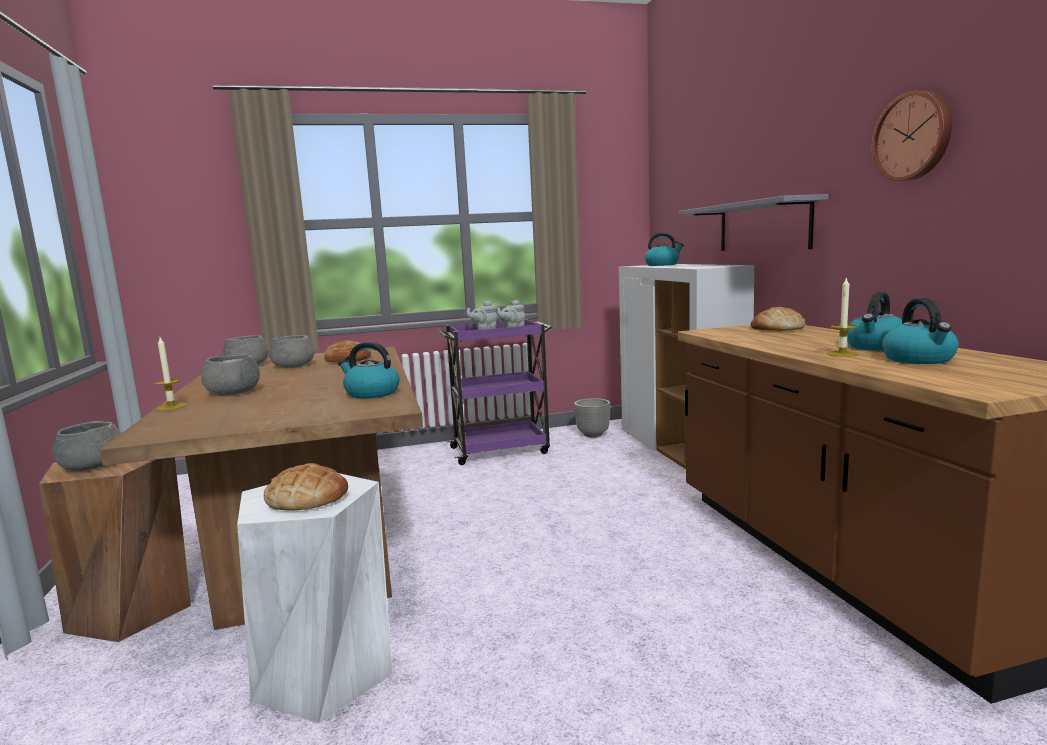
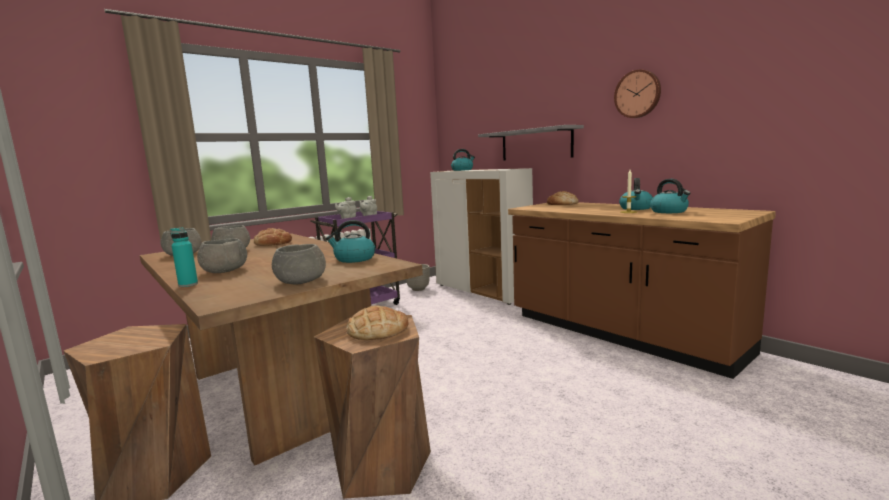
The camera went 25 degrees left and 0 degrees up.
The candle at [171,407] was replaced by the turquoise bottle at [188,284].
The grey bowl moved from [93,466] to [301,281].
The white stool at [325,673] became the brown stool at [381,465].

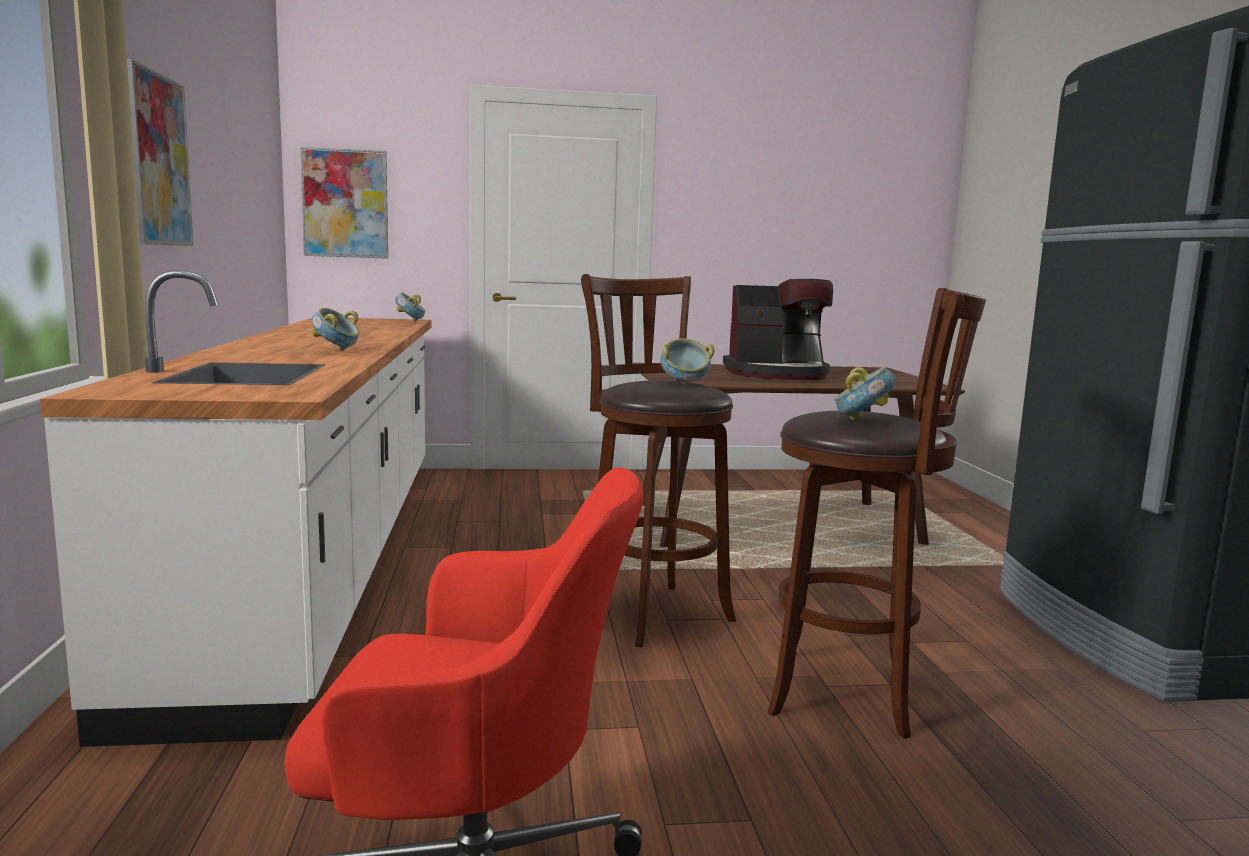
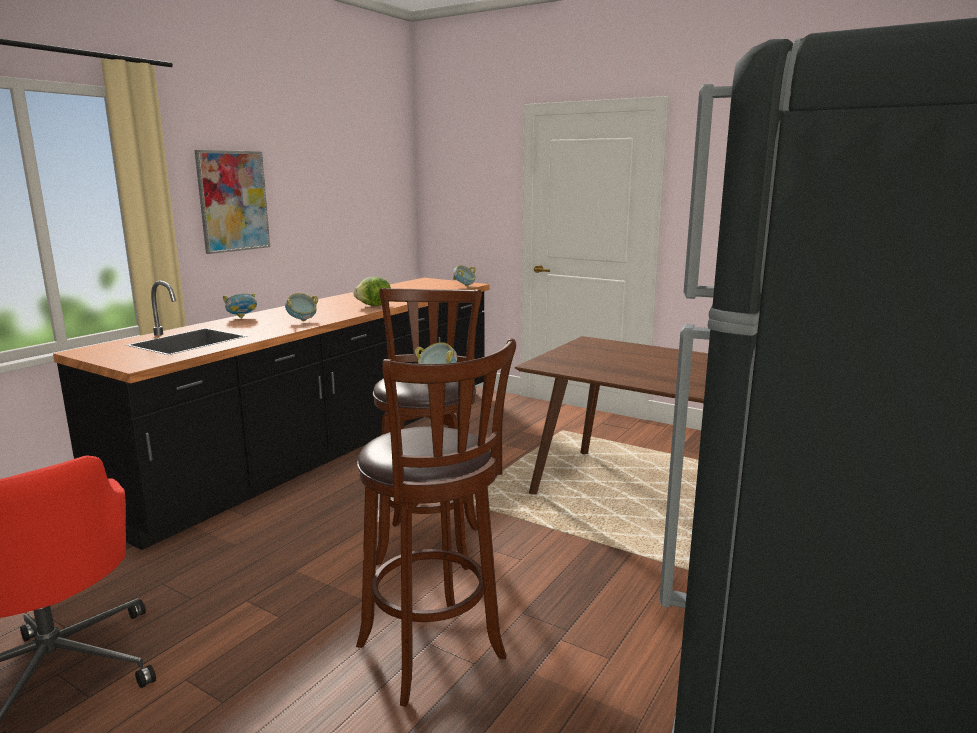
The camera went 40 degrees right and 5 degrees up.
The picture at [345,203] disappeared.
The white counter at [324,557] became the black counter at [331,445].
The coffee machine at [777,374] disappeared.
The bowl moved from [861,421] to [242,318].
The lettuce at [374,306] appeared.

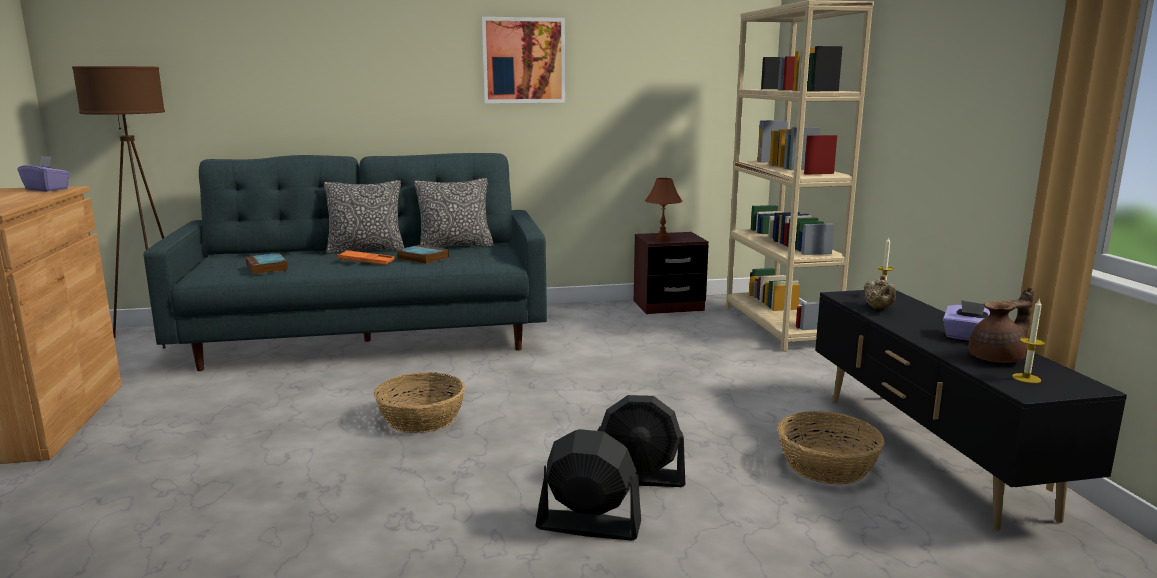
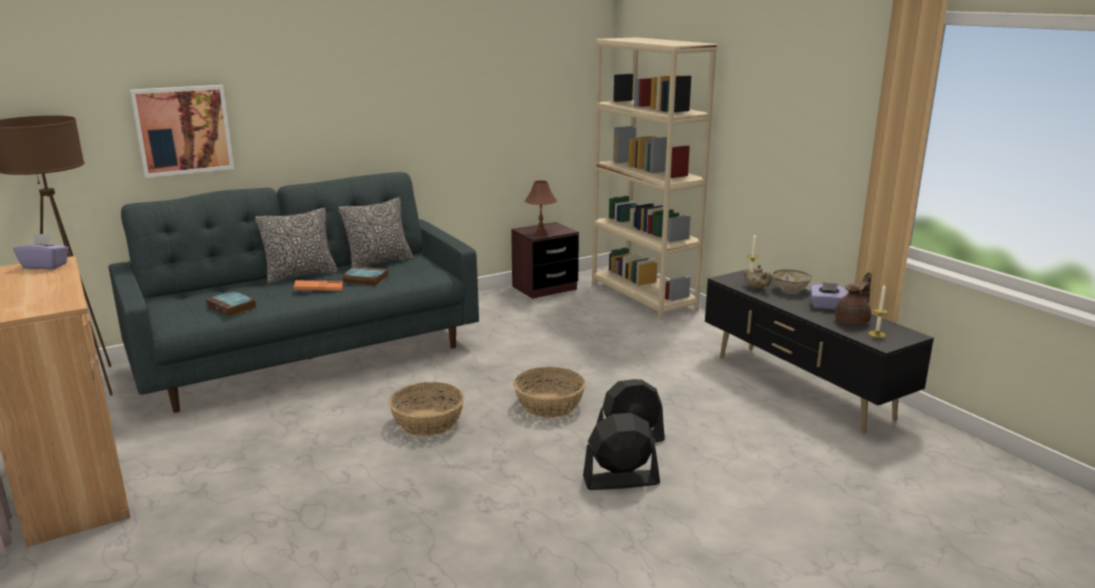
The camera went 20 degrees left and 5 degrees up.
The picture moved from [523,60] to [183,130].
The basket moved from [827,465] to [550,405].
The bowl at [790,290] appeared.

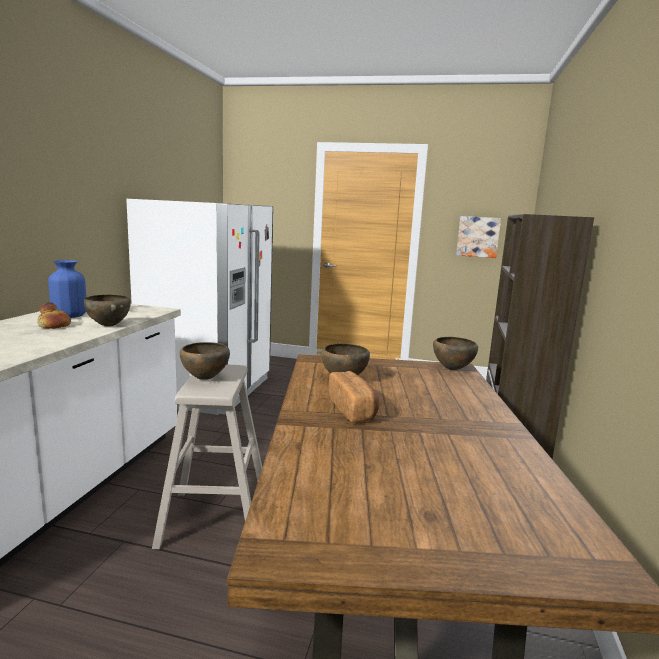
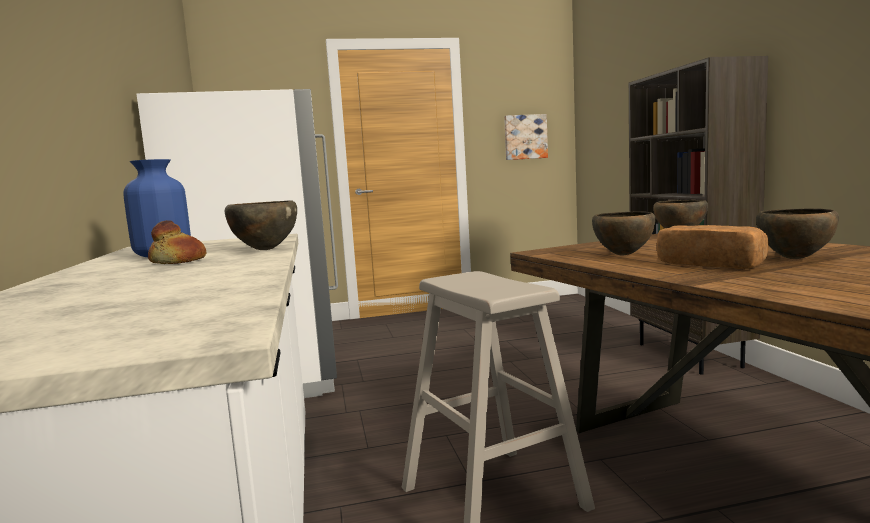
The camera went 25 degrees left and 5 degrees down.
The brown bowl moved from [204,379] to [795,258].

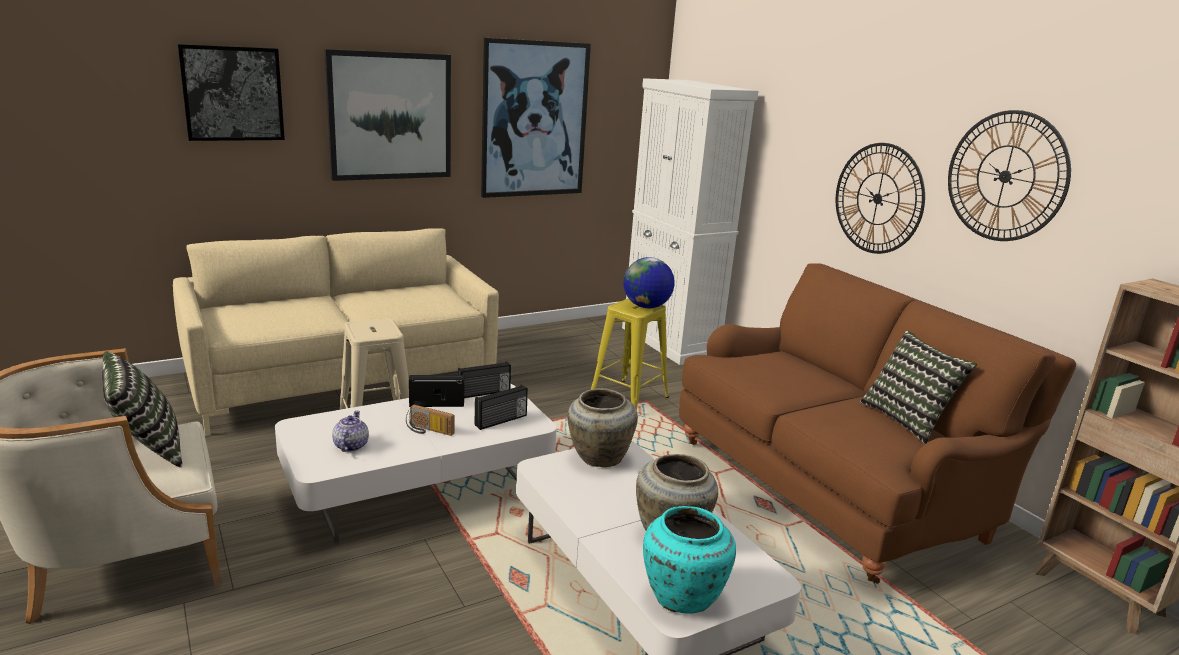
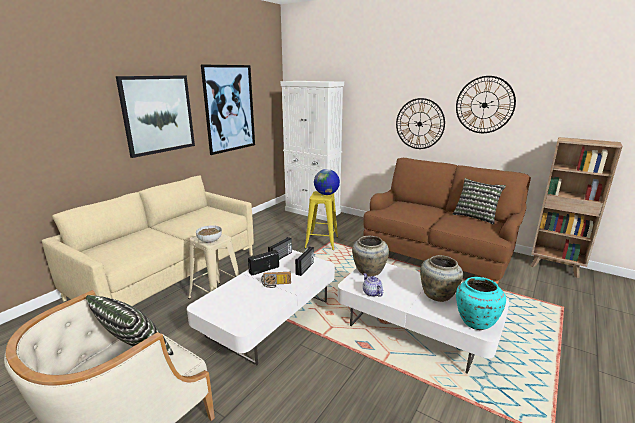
The camera went 25 degrees left and 0 degrees up.
The picture at [232,93] disappeared.
The teapot moved from [350,446] to [372,293].
The bowl at [210,241] appeared.

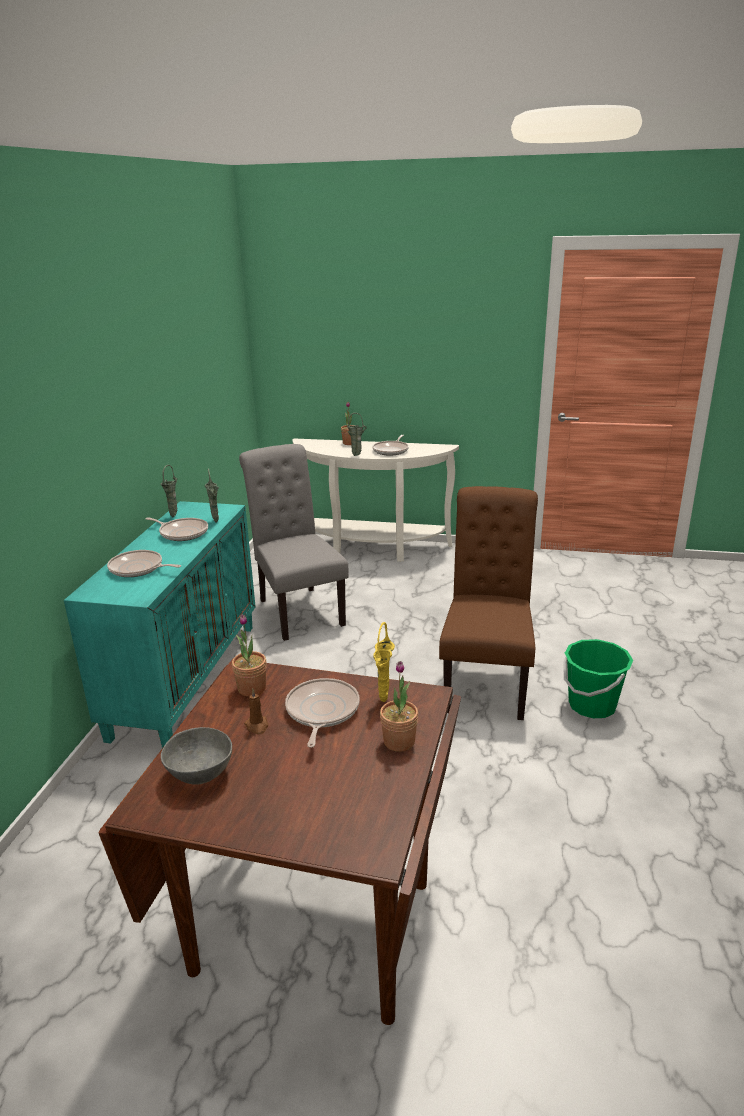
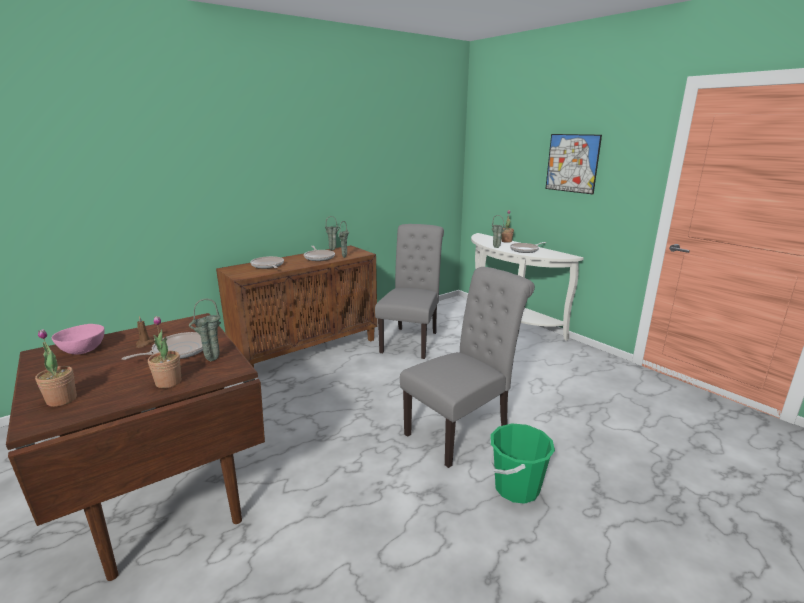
The camera went 40 degrees right and 5 degrees down.
The brown chair at [486,680] became the grey chair at [462,430].
The turquoise cabinet at [185,678] became the brown cabinet at [307,350].
The potted plant moved from [252,688] to [62,400].
The yellow vase at [384,701] became the green vase at [211,361].
The grey bowl at [200,775] became the pink bowl at [82,351].
The picture at [572,163] appeared.

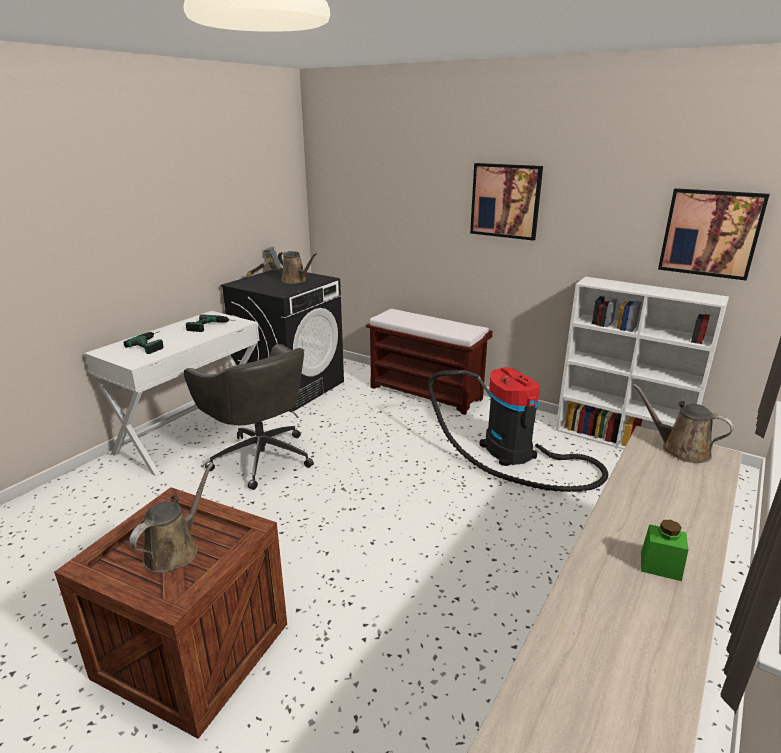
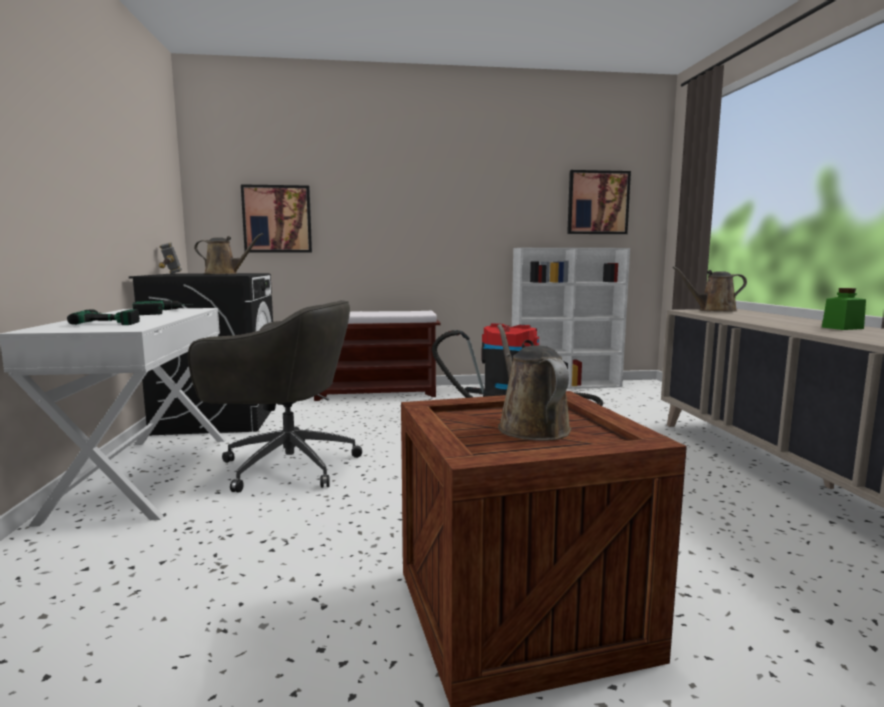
The camera went 40 degrees left and 15 degrees down.
The picture moved from [505,201] to [277,219].

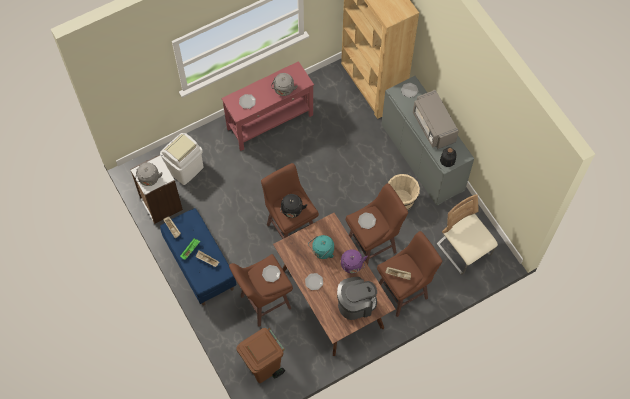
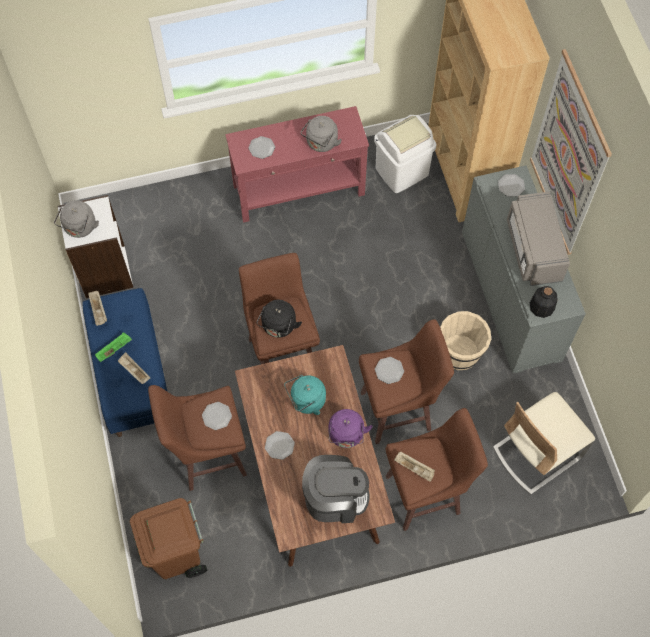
The camera went 15 degrees right and 0 degrees up.
The white trash can moved from [185,169] to [402,172].
The beige chair at [464,250] turned 105 degrees counterclockwise.
The picture at [568,156] appeared.

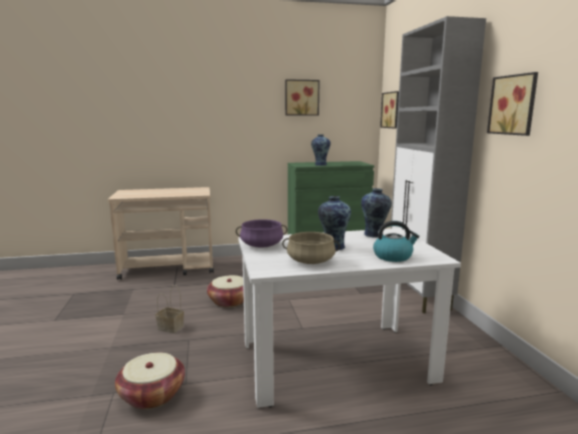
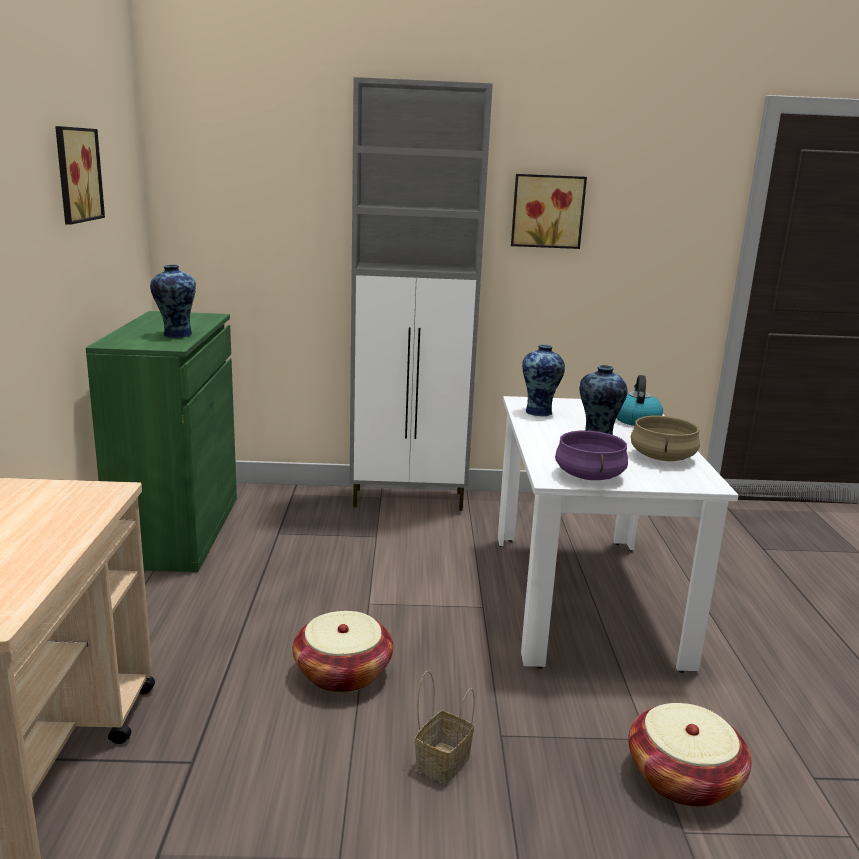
The camera went 80 degrees left and 5 degrees up.
The picture at [391,110] disappeared.

